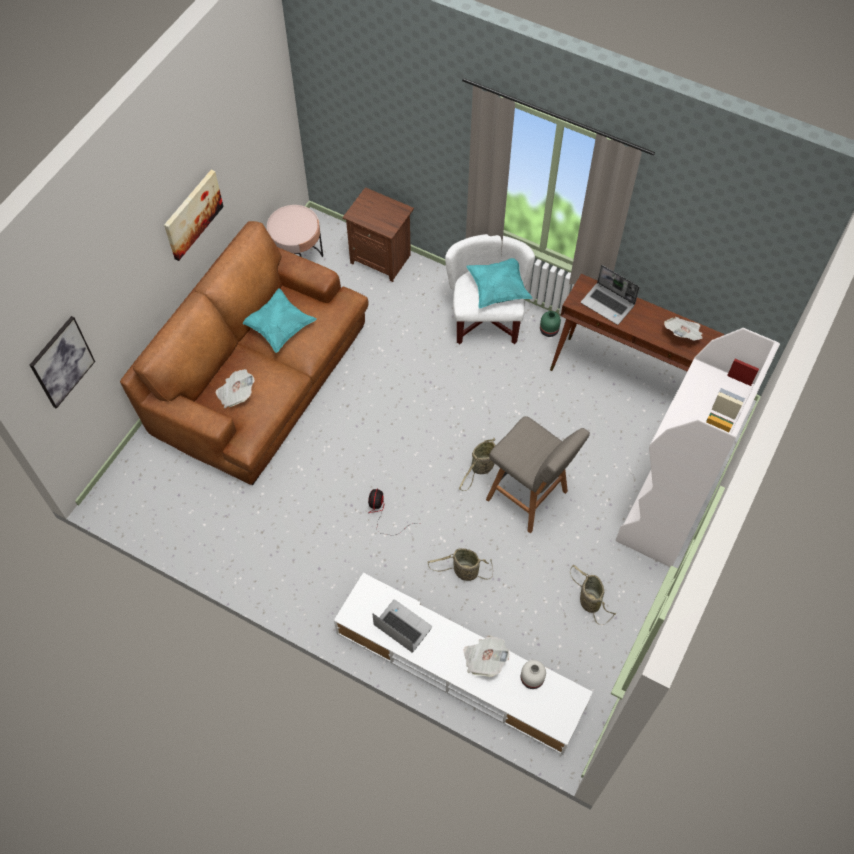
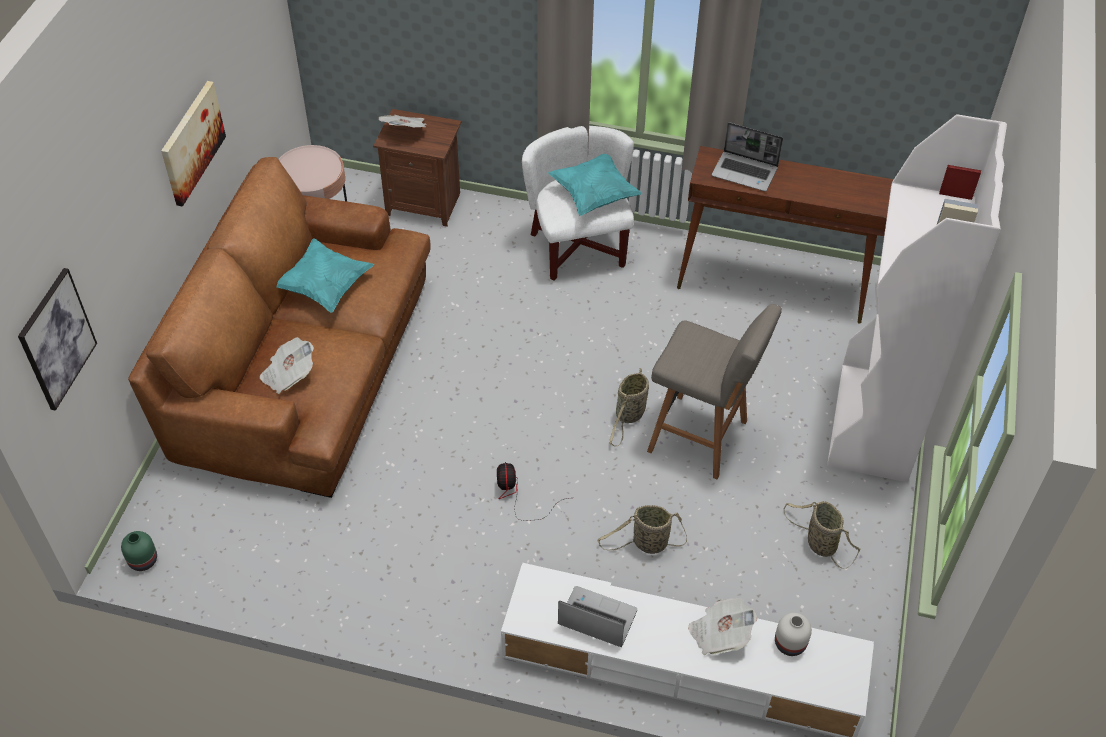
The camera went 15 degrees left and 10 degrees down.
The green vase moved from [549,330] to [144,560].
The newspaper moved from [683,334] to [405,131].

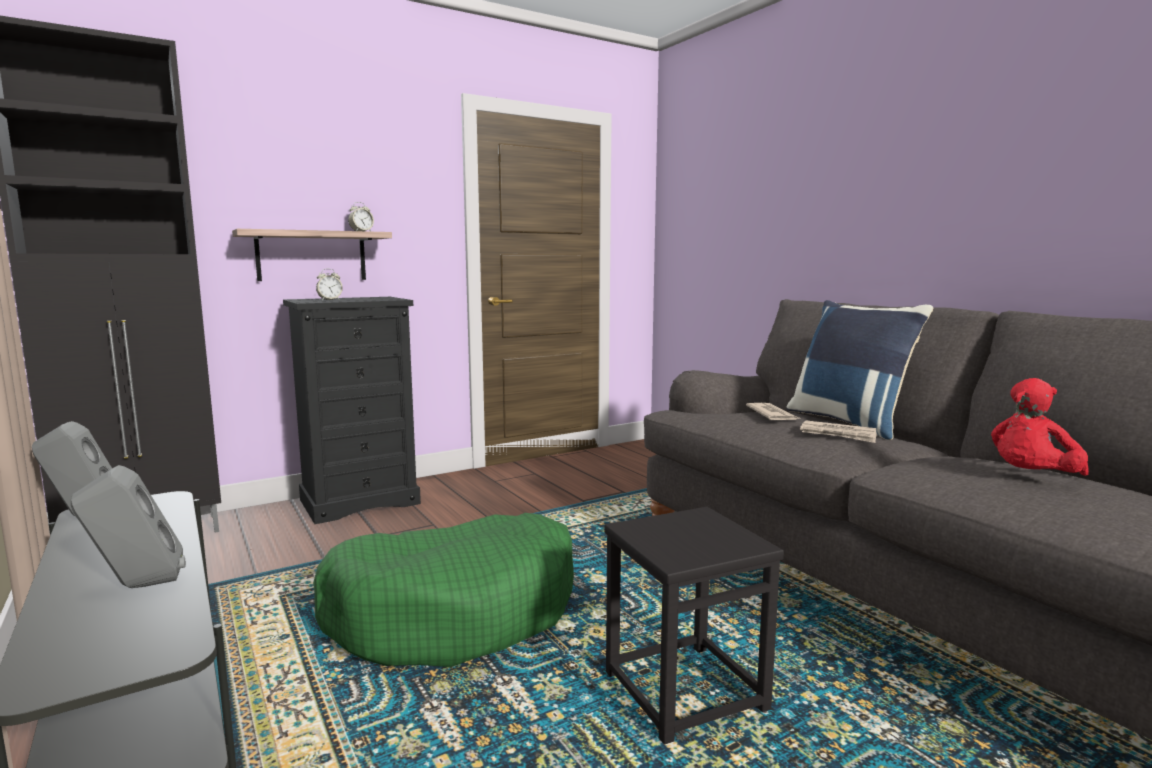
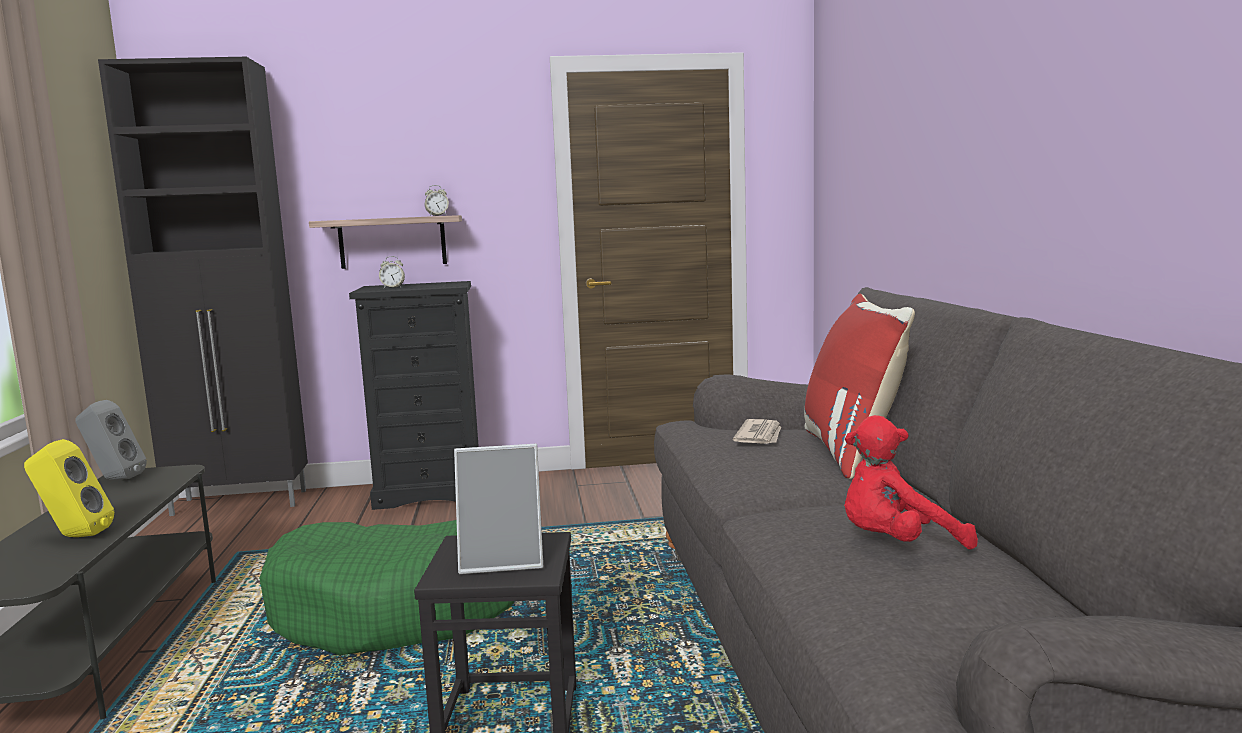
The camera went 25 degrees right and 0 degrees up.
The blue pillow at [850,422] became the red pillow at [854,452].
The newspaper at [838,435] disappeared.
The grey speaker at [137,587] became the yellow speaker at [74,536].
The picture frame at [503,560] appeared.

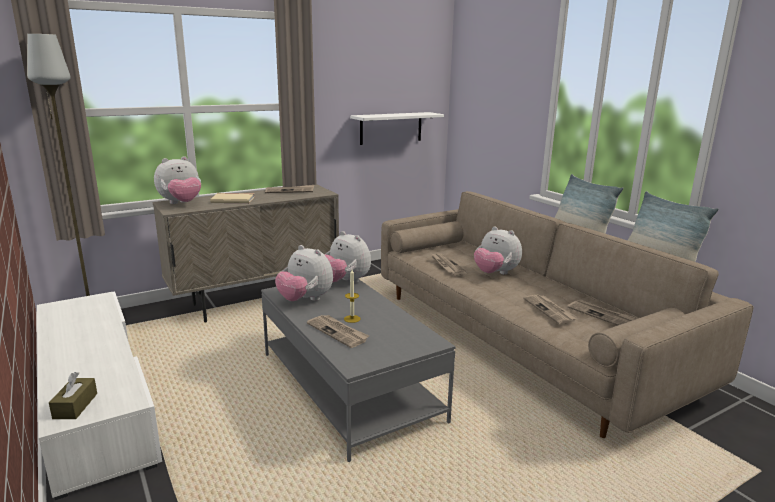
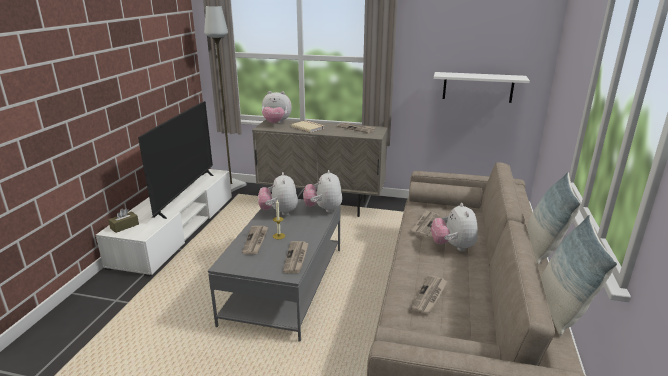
The camera went 45 degrees right and 5 degrees up.
The newspaper moved from [601,315] to [296,258].
The television at [185,194] appeared.

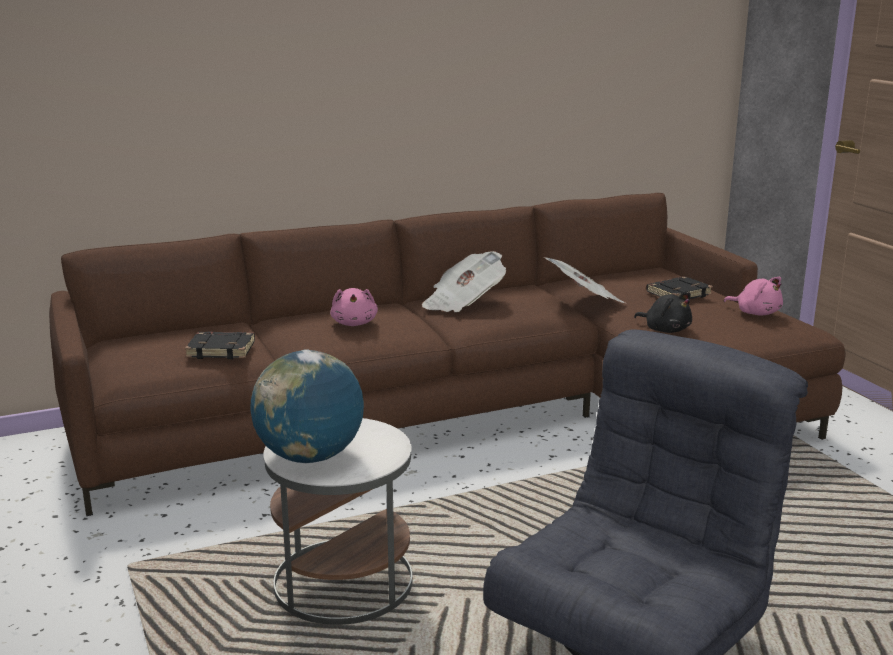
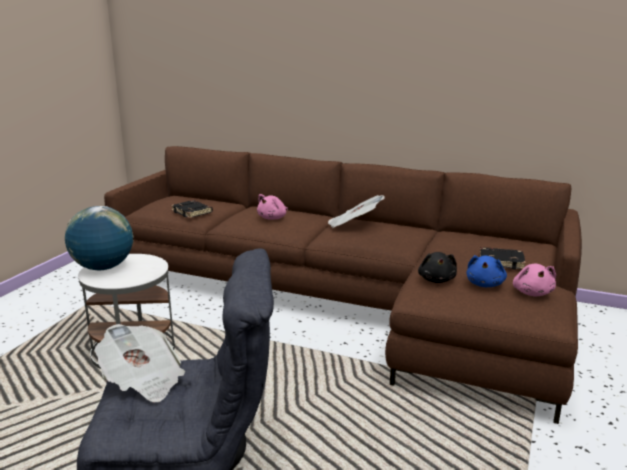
The camera went 45 degrees right and 0 degrees up.
The newspaper moved from [584,301] to [143,381].
The blue plush toy at [485,284] appeared.

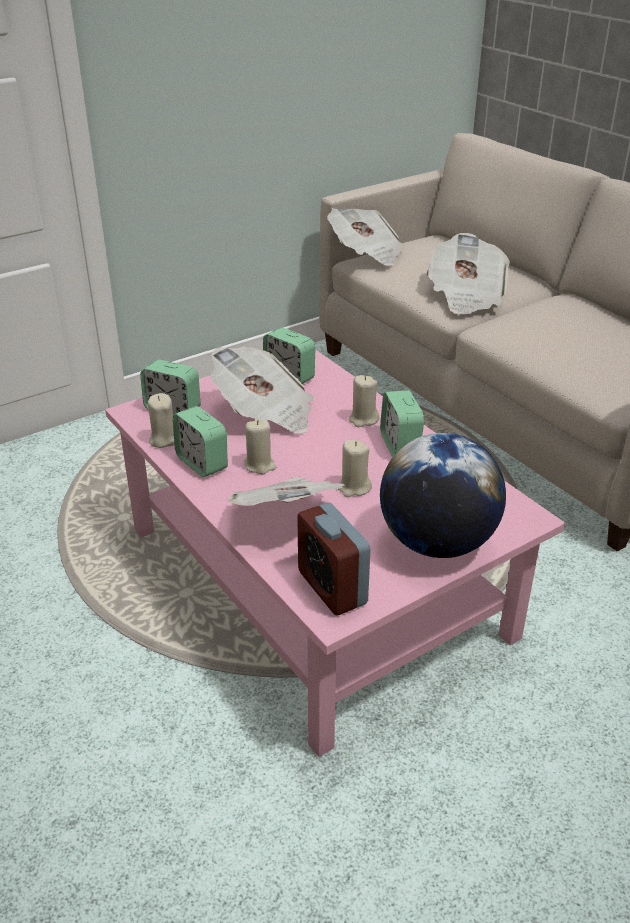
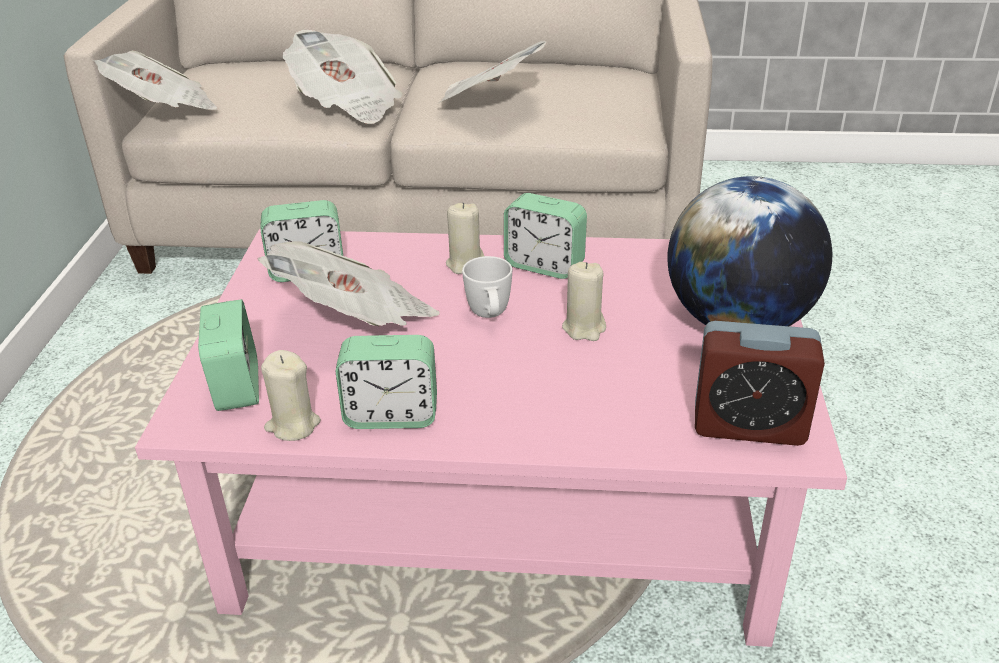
The camera went 50 degrees left and 0 degrees up.
The alarm clock at [173,410] turned 75 degrees counterclockwise.
The beige candle at [260,465] disappeared.
The newspaper moved from [287,516] to [490,101].
The white mug at [490,316] appeared.

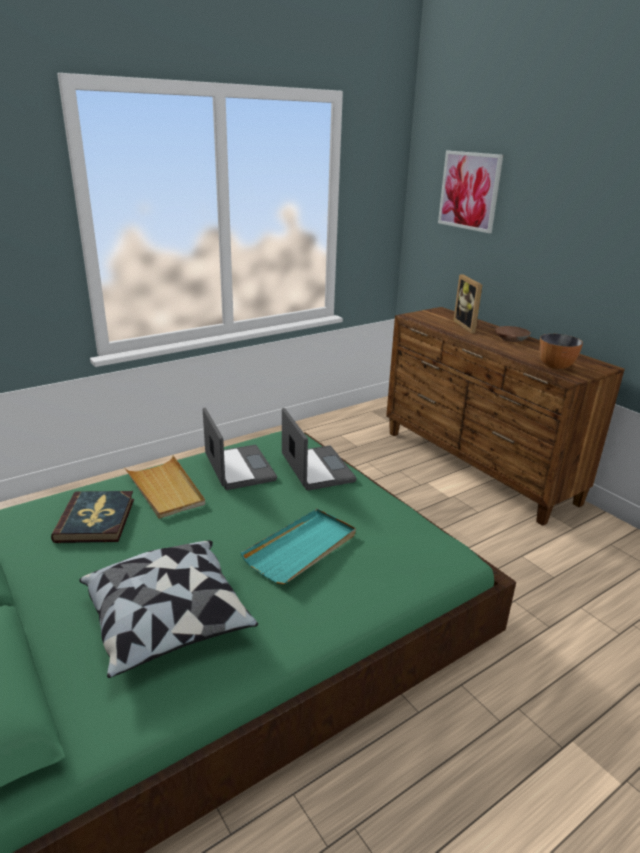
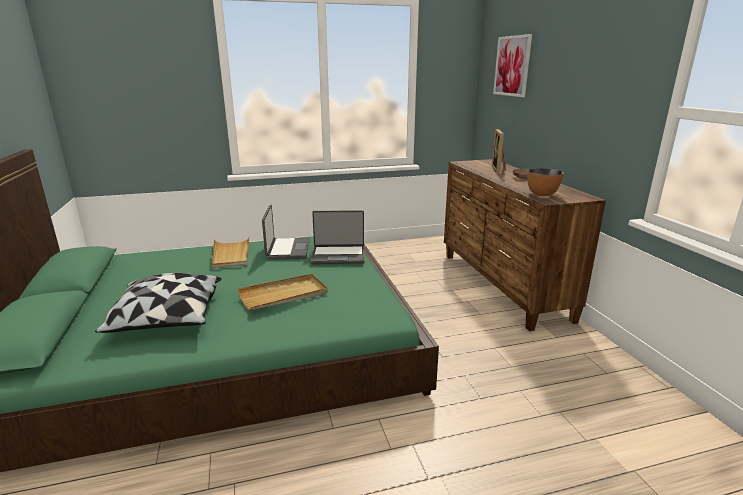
The camera went 20 degrees right and 5 degrees down.
The laptop at [316,469] turned 90 degrees clockwise.
The book at [96,520] disappeared.
The turquoise tray at [302,548] became the beige tray at [284,295].

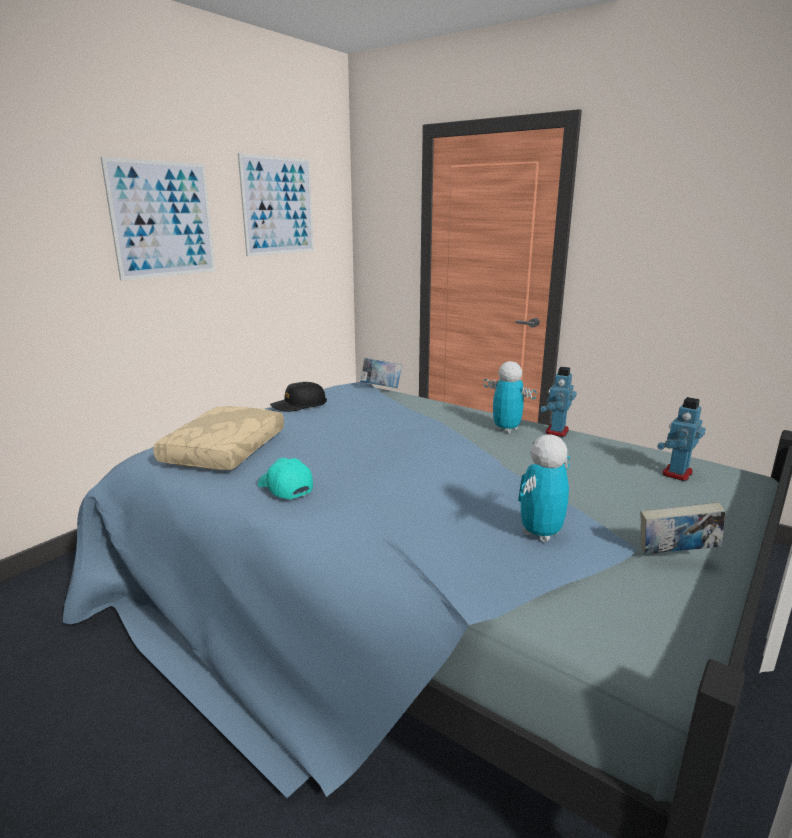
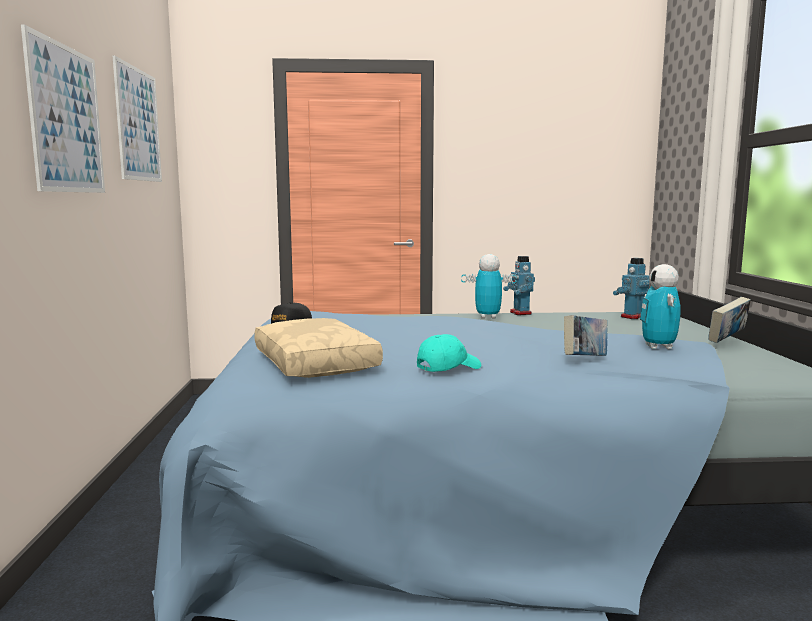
The camera went 40 degrees left and 10 degrees down.
The book moved from [381,387] to [584,359].
The toy robot at [676,473] turned 60 degrees clockwise.
The turquoise cap at [284,488] turned 135 degrees clockwise.

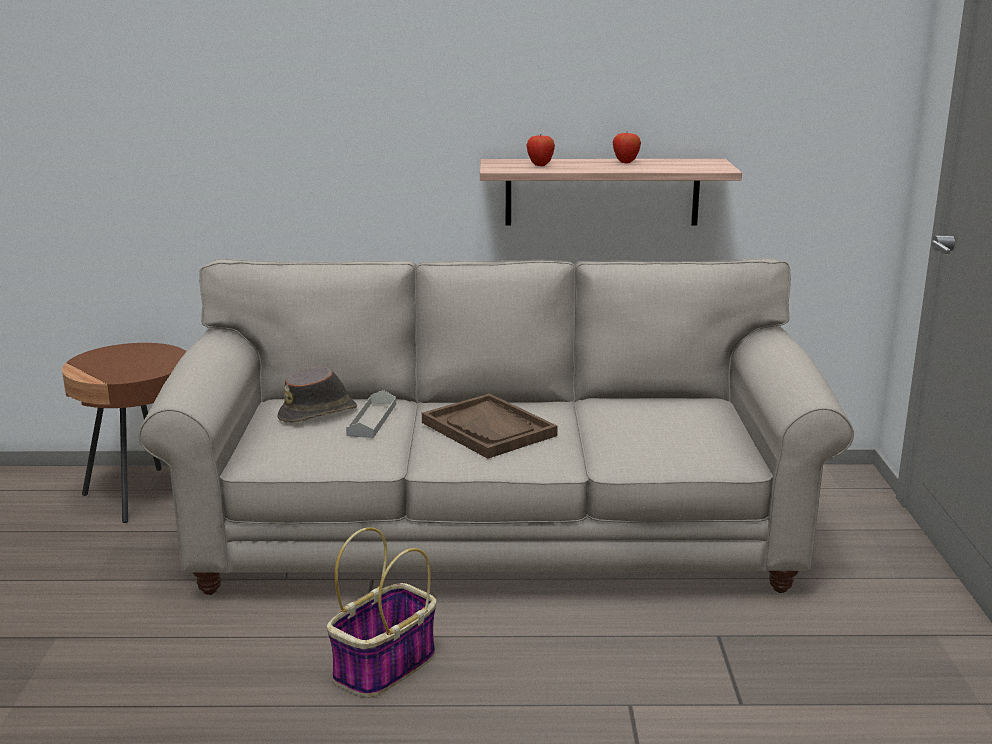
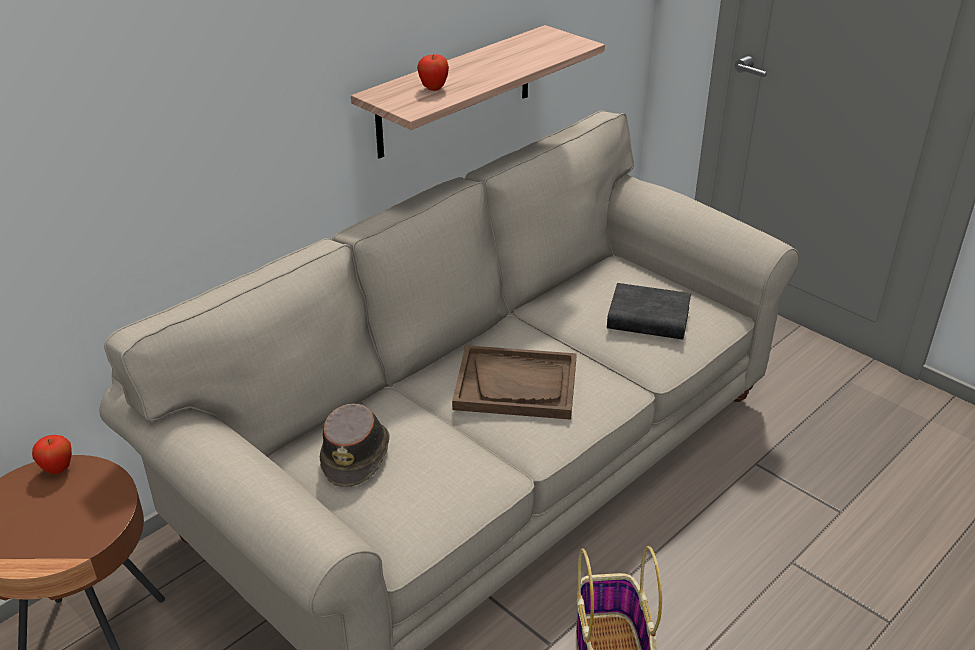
The camera went 45 degrees left and 15 degrees up.
The apple moved from [625,162] to [58,469].
The grey tray at [372,419] disappeared.
The black book at [648,319] appeared.

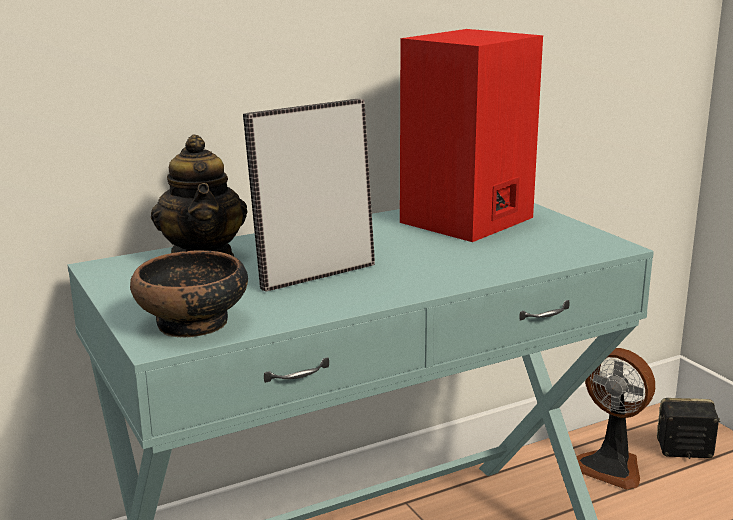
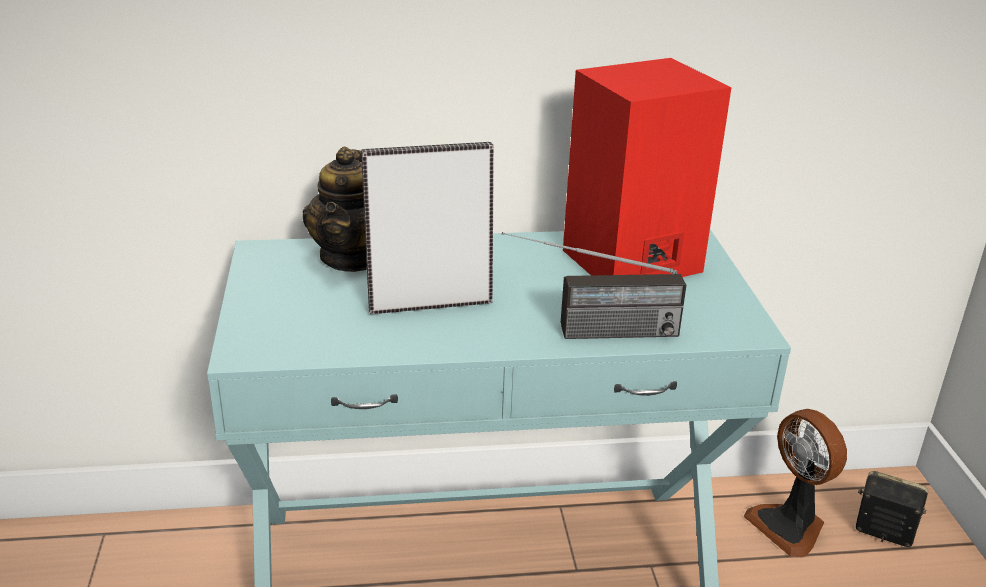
The camera went 20 degrees right and 10 degrees up.
The bowl at [193,323] disappeared.
The radio at [588,332] appeared.

